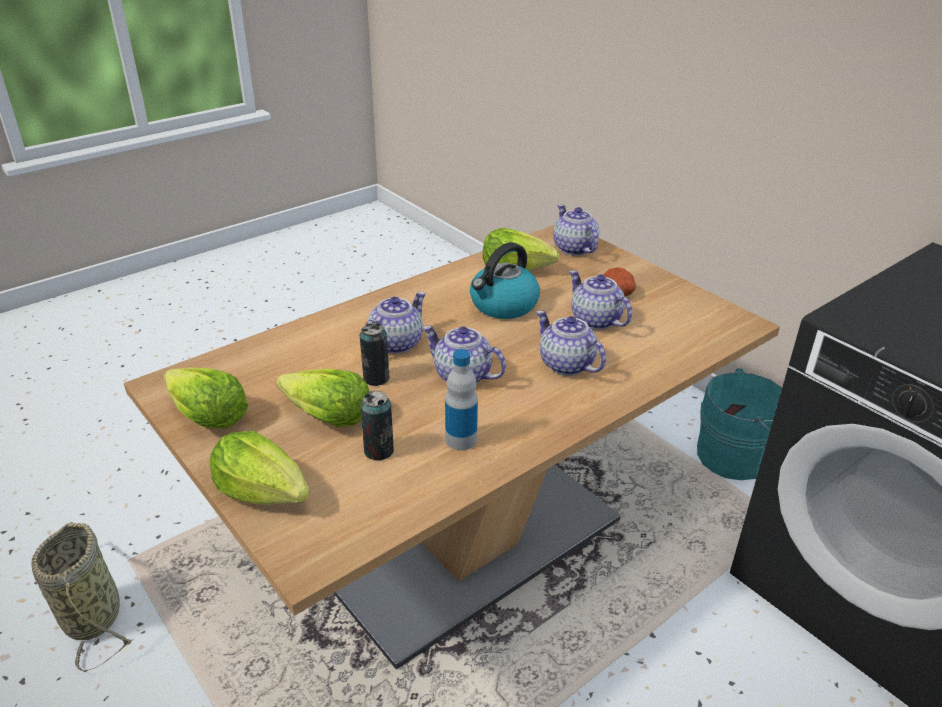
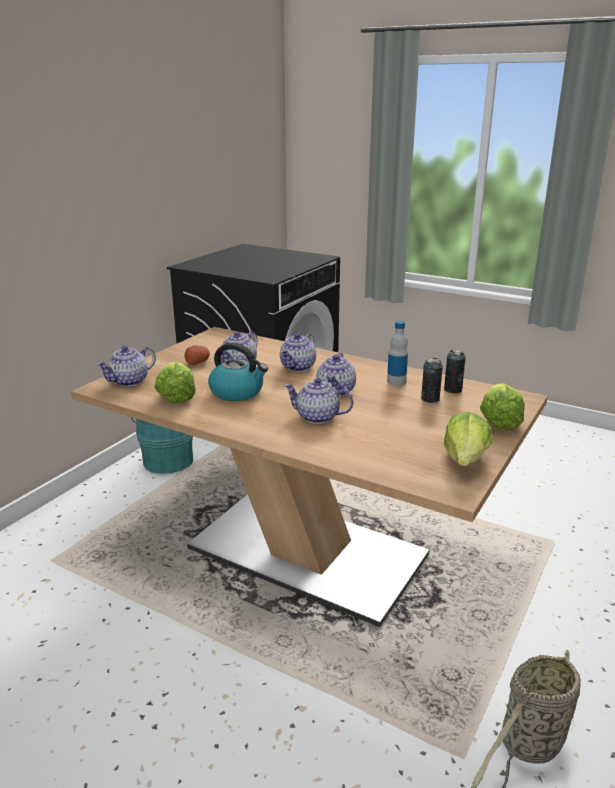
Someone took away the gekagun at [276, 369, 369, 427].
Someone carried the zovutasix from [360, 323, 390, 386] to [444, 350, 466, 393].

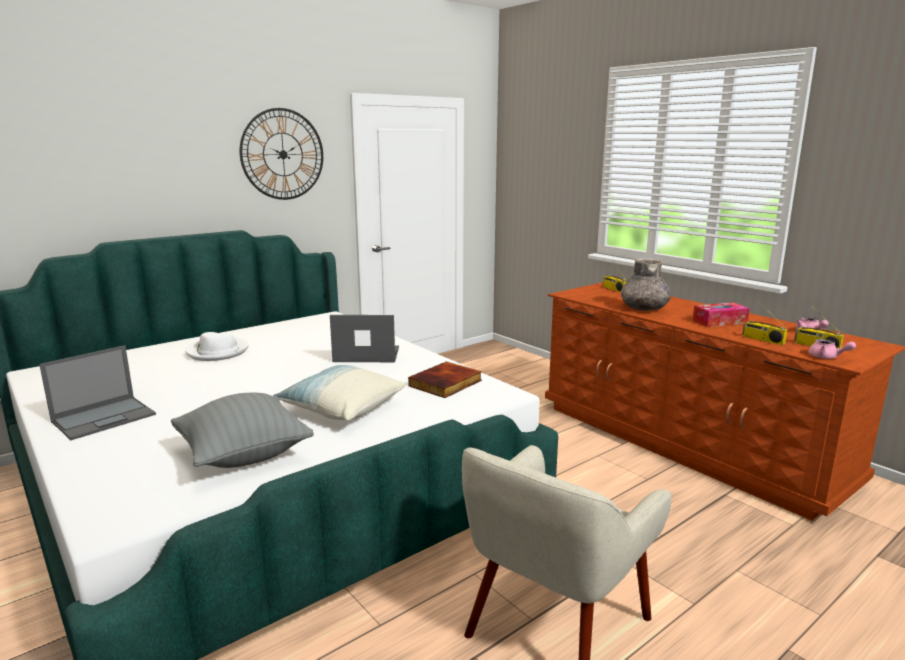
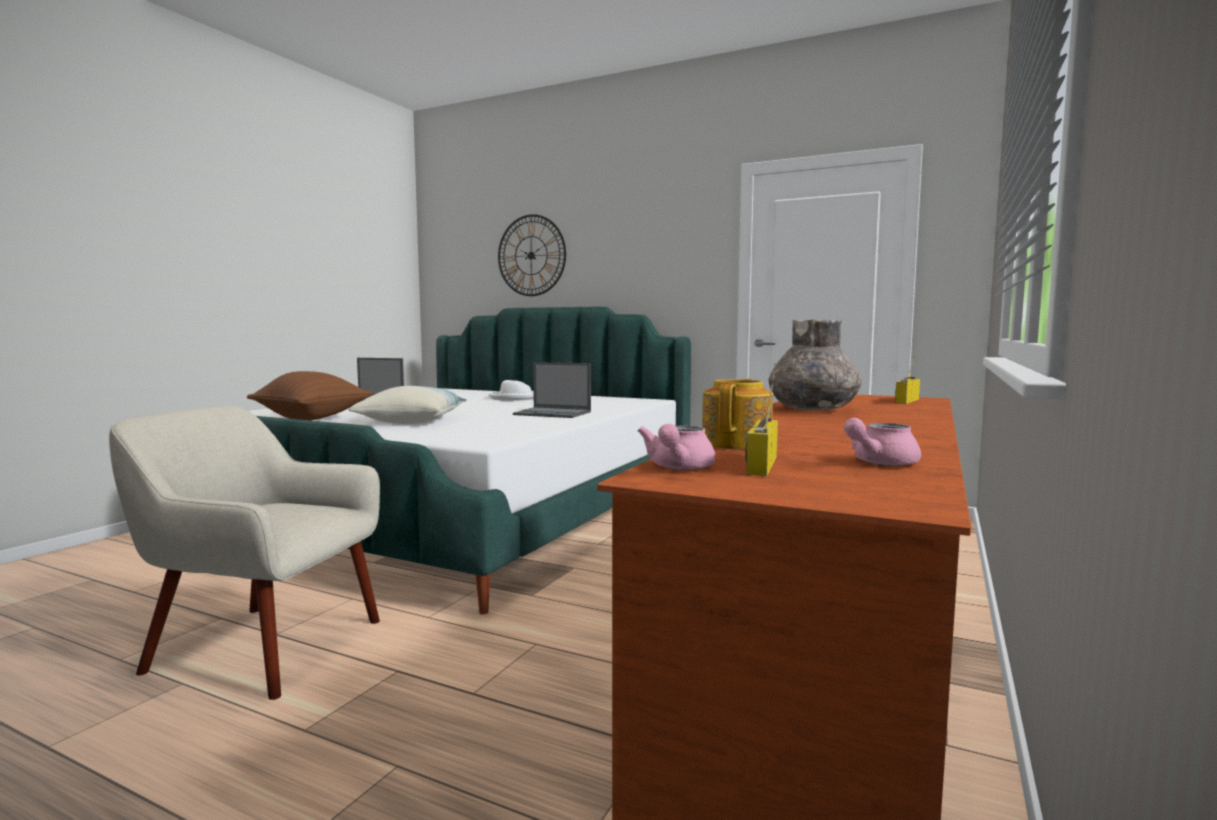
Someone took away the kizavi at [408, 361, 482, 398].
Someone took away the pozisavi at [693, 302, 750, 327].
Someone carried the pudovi from [239, 108, 323, 200] to [498, 214, 566, 296].
Someone swapped the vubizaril at [742, 300, 788, 345] for the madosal at [702, 379, 773, 450].
Someone repainted the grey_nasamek at [171, 393, 314, 468], which became the brown_nasamek at [247, 371, 372, 420].
Someone rotated the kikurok at [330, 315, 399, 362] by 135 degrees clockwise.

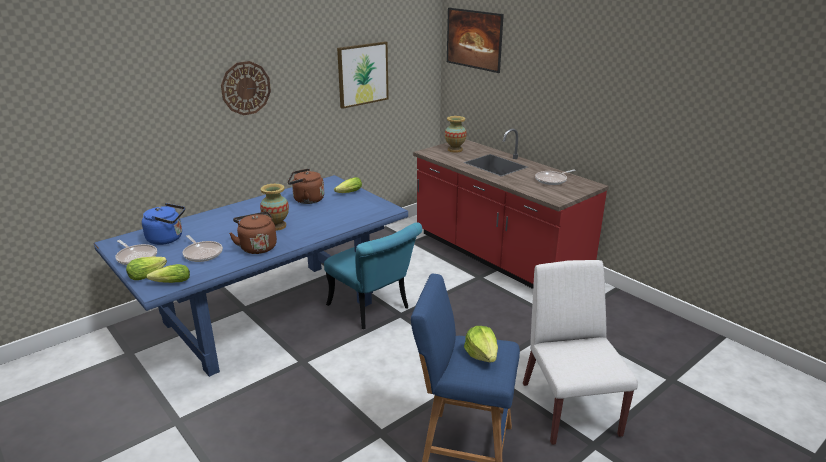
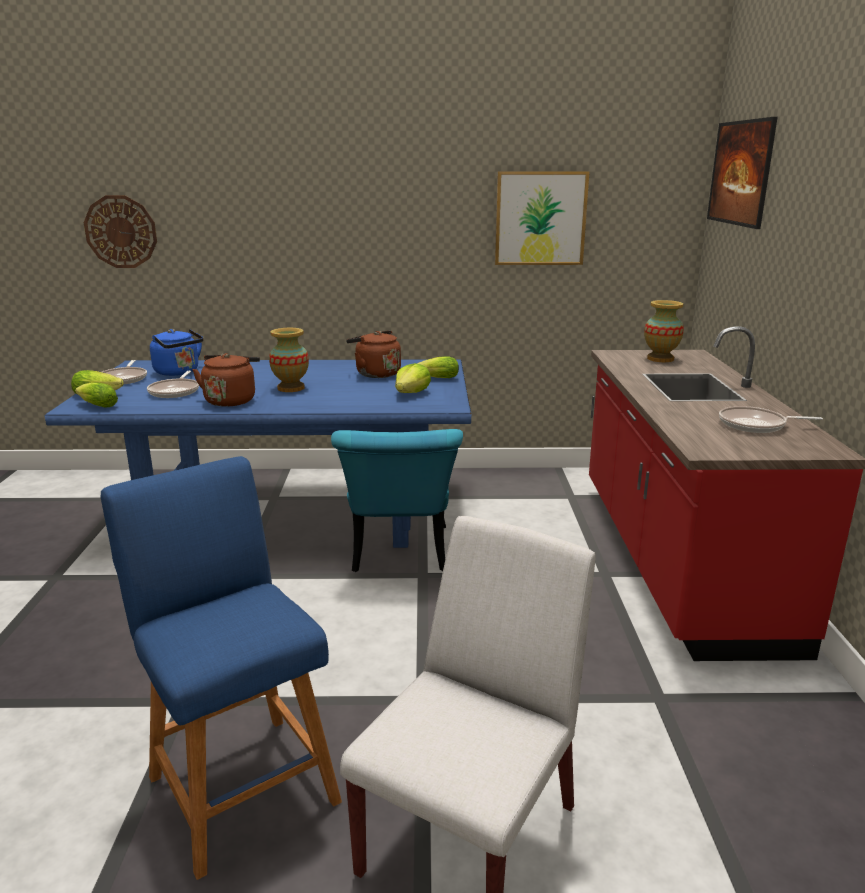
Someone carried the pudovi from [221, 61, 271, 116] to [84, 195, 157, 268].
Someone carried the gekagun from [464, 326, 498, 363] to [395, 363, 431, 393].

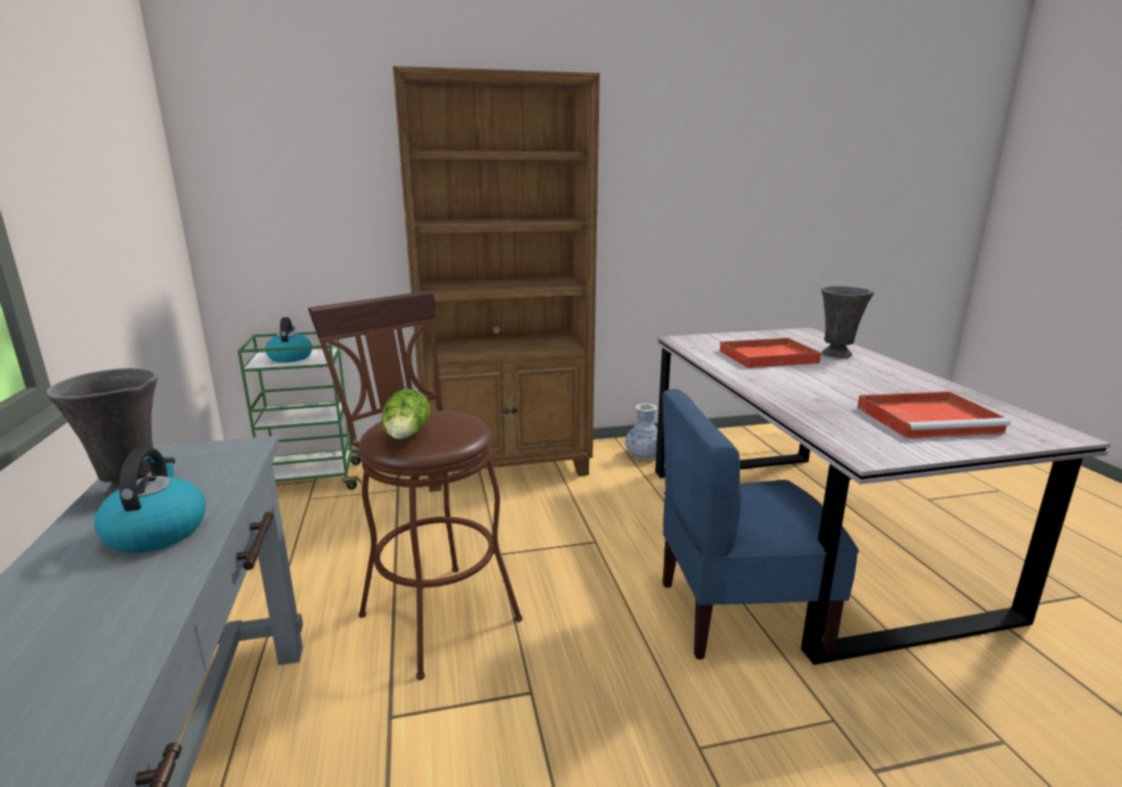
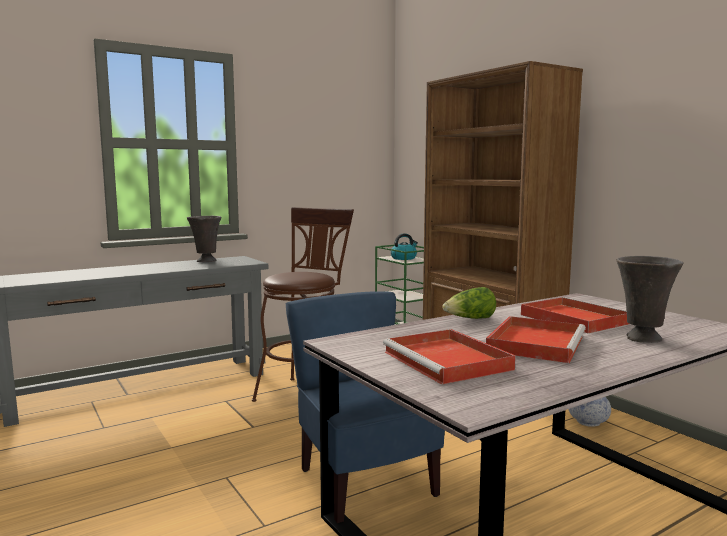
Someone took away the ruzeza at [94, 447, 206, 553].
Someone put down the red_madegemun at [486, 316, 586, 363].
Someone carried the gekagun from [381, 389, 430, 439] to [442, 287, 496, 319].

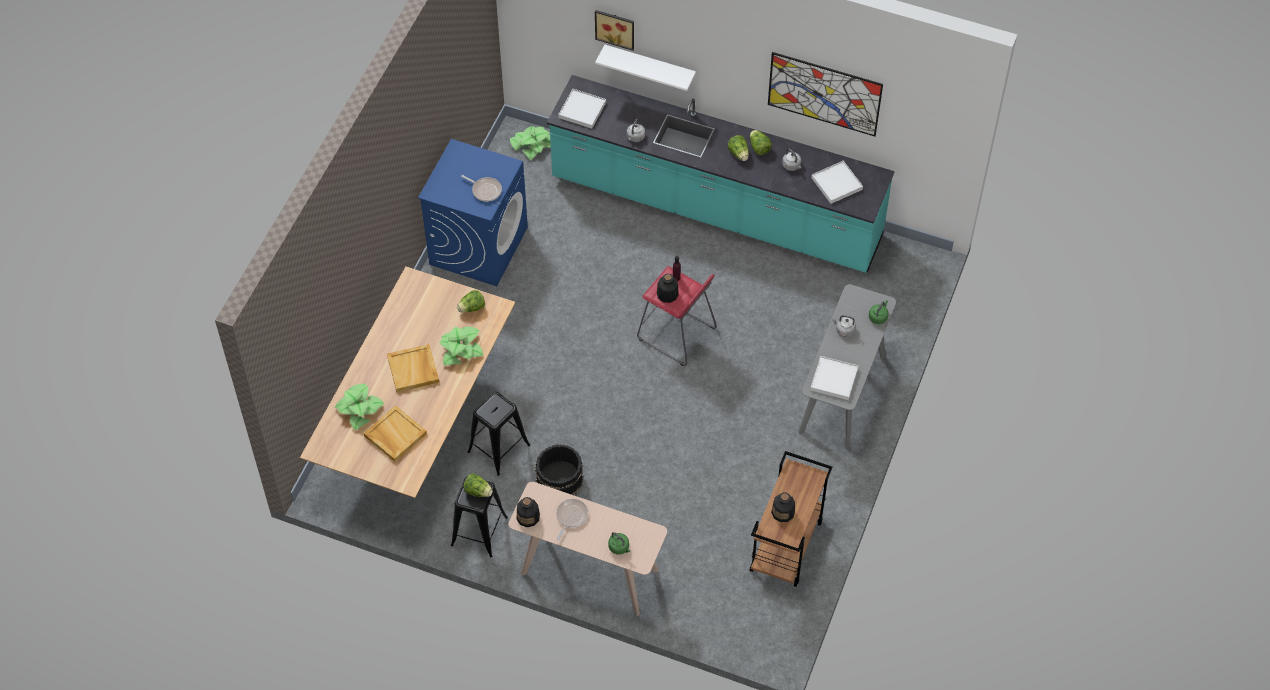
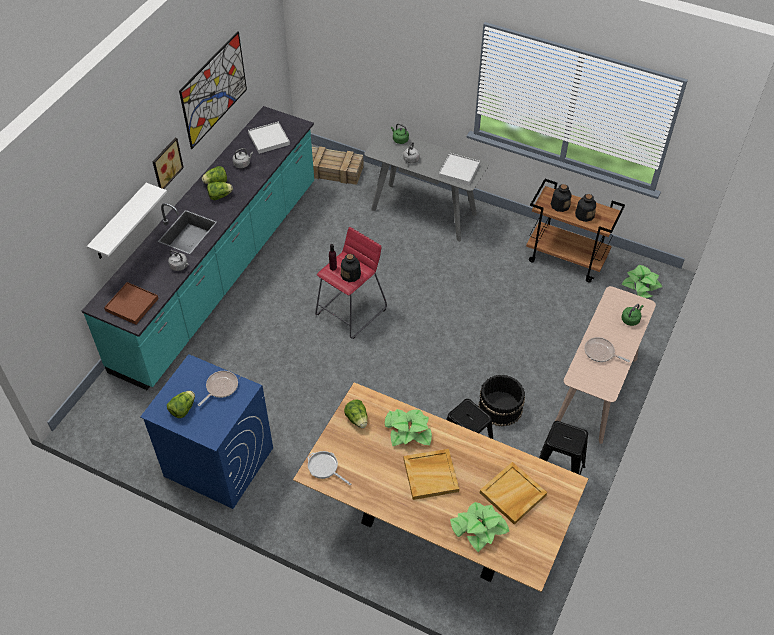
Someone put down the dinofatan at [308, 451, 351, 485].
Someone put down the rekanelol at [312, 146, 364, 185].
Someone carried the gekagun from [463, 473, 493, 497] to [167, 391, 195, 418].
Someone carried the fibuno from [510, 126, 551, 160] to [621, 265, 662, 298].
Someone carried the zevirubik from [517, 497, 540, 527] to [551, 184, 572, 212].
Someone carried the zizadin from [595, 10, 634, 51] to [153, 138, 184, 189].
Someone repainted the white_madegemun at [558, 89, 606, 129], which became the brown_madegemun at [104, 282, 159, 325].

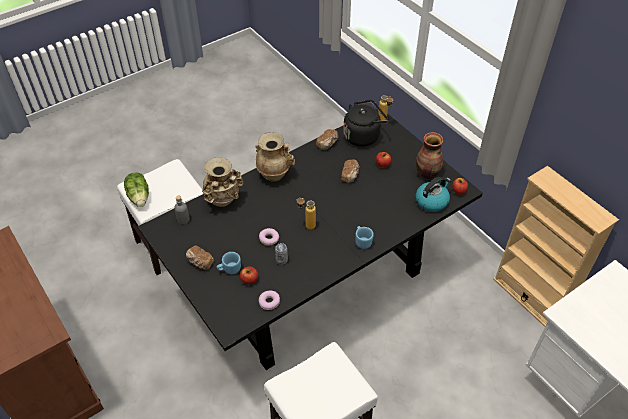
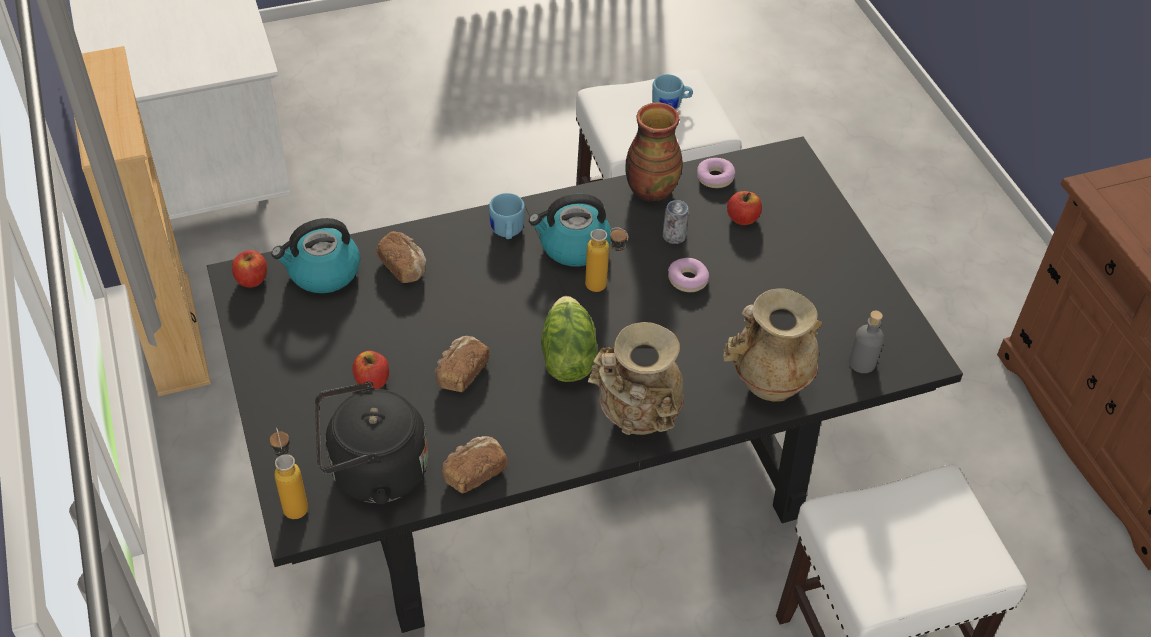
Someone put down the ruzeza at [529, 194, 611, 267].
Someone carried the gekagun from [124, 172, 149, 207] to [541, 296, 598, 382].
Someone carried the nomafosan from [186, 245, 214, 270] to [376, 231, 426, 283].
Someone carried the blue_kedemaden from [217, 252, 241, 274] to [652, 74, 693, 110].
Someone carried the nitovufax from [416, 132, 444, 179] to [625, 103, 683, 202].

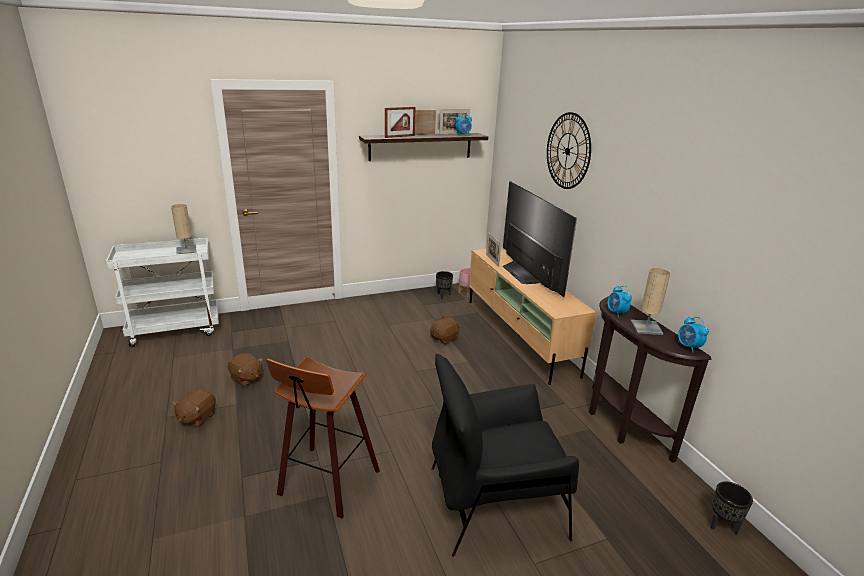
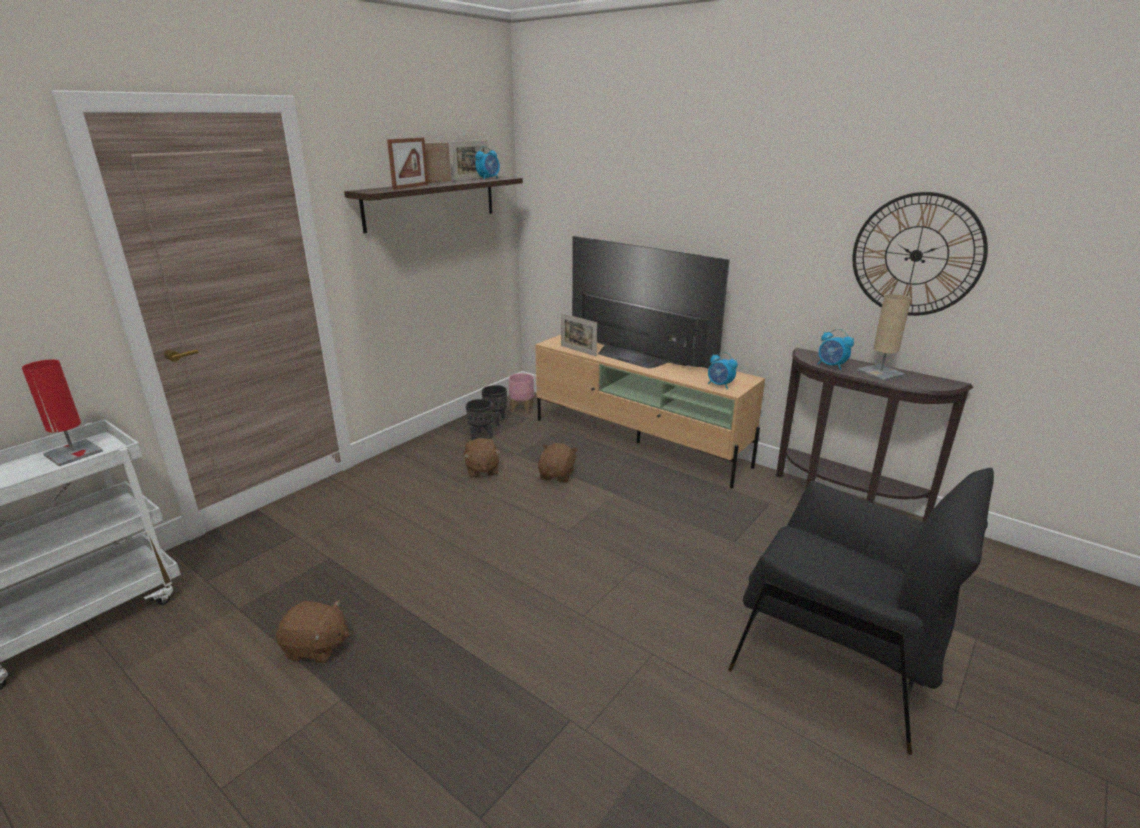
Someone took away the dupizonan at [266, 357, 380, 518].
Someone carried the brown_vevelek from [172, 389, 216, 427] to [464, 438, 501, 478].
Someone carried the pudovi from [547, 112, 591, 189] to [853, 192, 988, 316].
Someone carried the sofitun from [678, 317, 709, 353] to [708, 352, 738, 389].
Someone carried the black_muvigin from [710, 482, 753, 535] to [466, 399, 493, 440].
Someone repainted the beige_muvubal at [171, 204, 197, 254], which became the red_muvubal at [22, 359, 103, 467].
Someone rotated the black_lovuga at [432, 354, 579, 557] by 105 degrees counterclockwise.

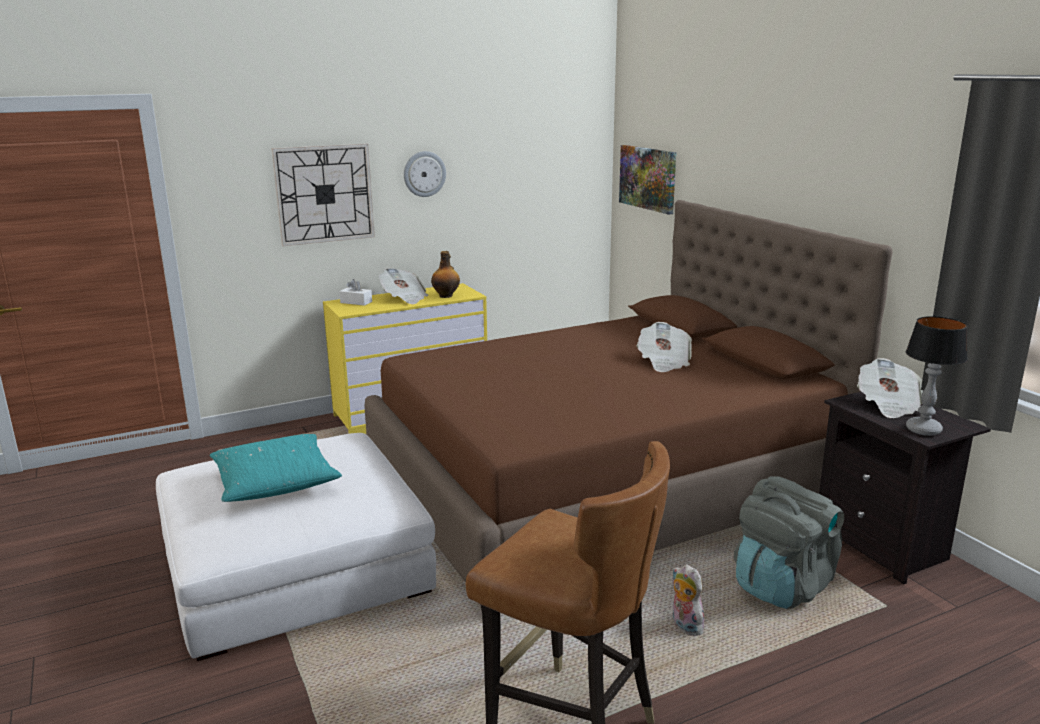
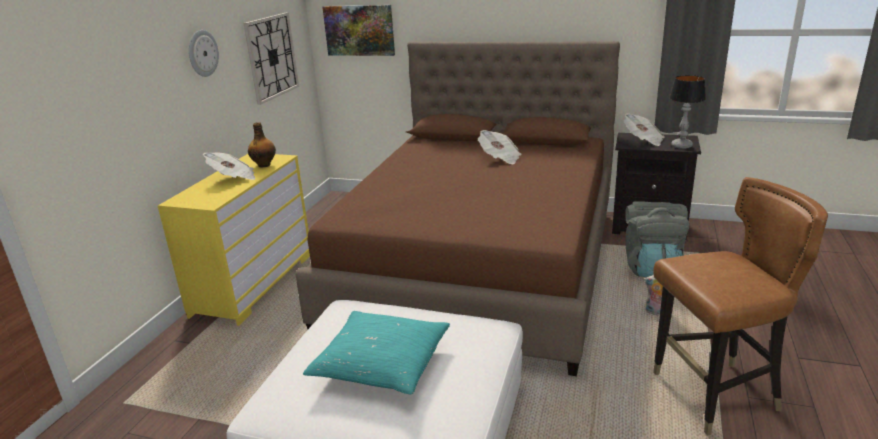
Someone took away the white_pozisavi at [339, 279, 372, 306].
Someone carried the pudovi from [271, 143, 375, 246] to [243, 12, 299, 105].

